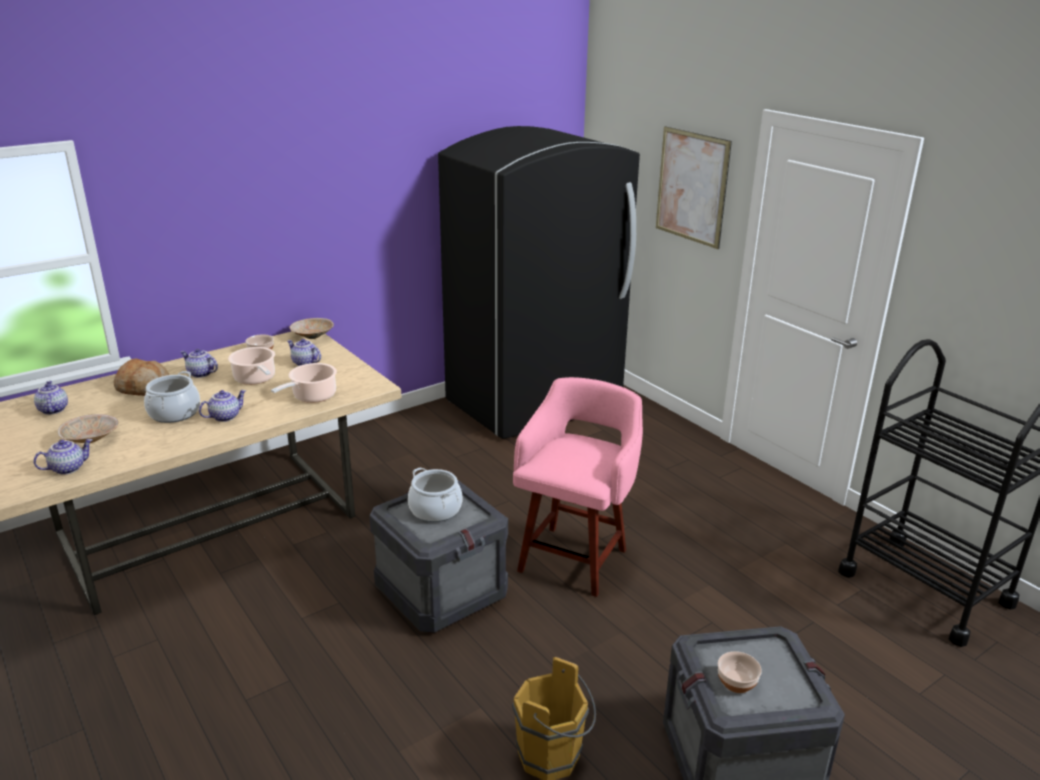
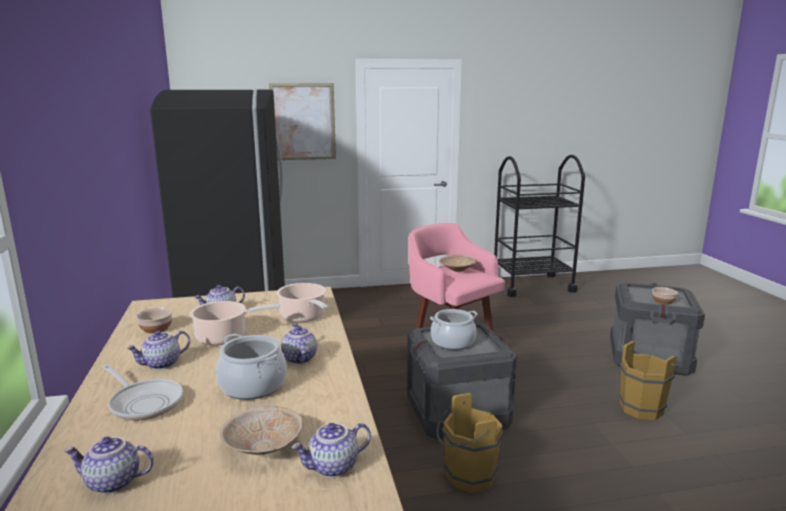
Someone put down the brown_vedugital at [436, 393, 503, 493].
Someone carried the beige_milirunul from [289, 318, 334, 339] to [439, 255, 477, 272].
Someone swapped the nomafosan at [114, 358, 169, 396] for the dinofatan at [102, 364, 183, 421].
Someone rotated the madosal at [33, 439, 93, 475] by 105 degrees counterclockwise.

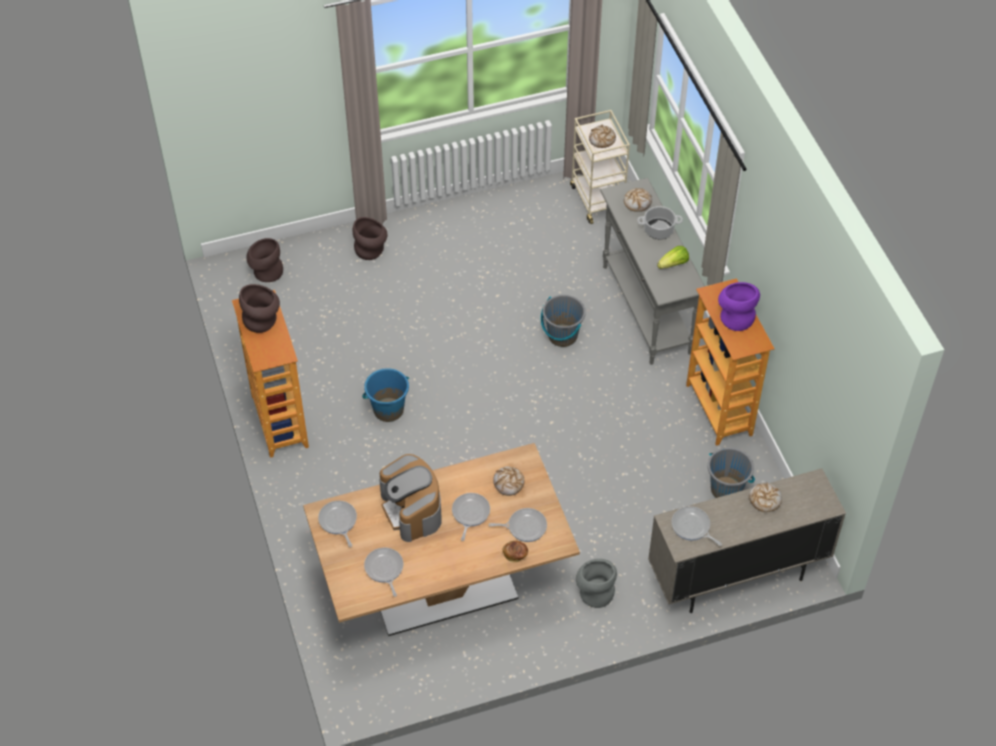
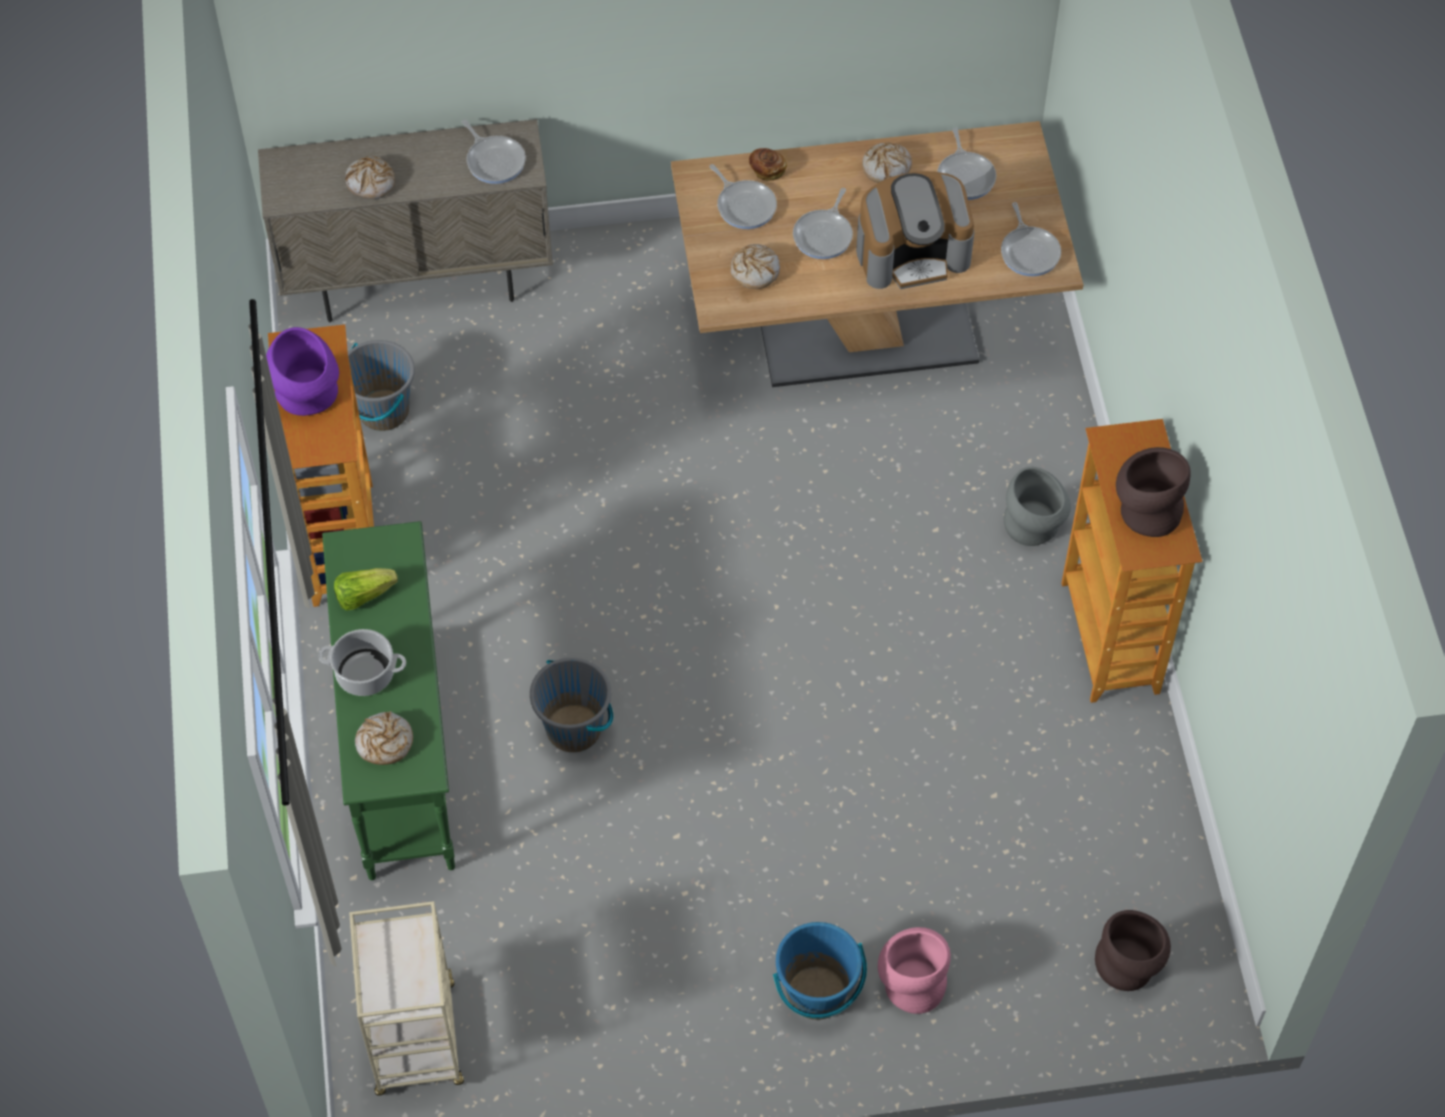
Someone carried the blue_vedugital from [362, 368, 409, 422] to [773, 922, 867, 1020].
Someone carried the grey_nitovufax from [576, 559, 617, 608] to [1004, 467, 1071, 546].
Someone carried the nomafosan from [589, 125, 616, 148] to [862, 142, 912, 183].
Someone repainted the brown_nitovufax at [353, 217, 387, 260], which became the pink_nitovufax at [878, 927, 951, 1014].
Someone repainted the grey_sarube at [600, 178, 705, 365], which became the green_sarube at [322, 521, 455, 880].
Someone rotated the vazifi at [379, 454, 441, 542] by 90 degrees clockwise.
Someone rotated the dinofatan at [489, 508, 547, 542] by 135 degrees counterclockwise.

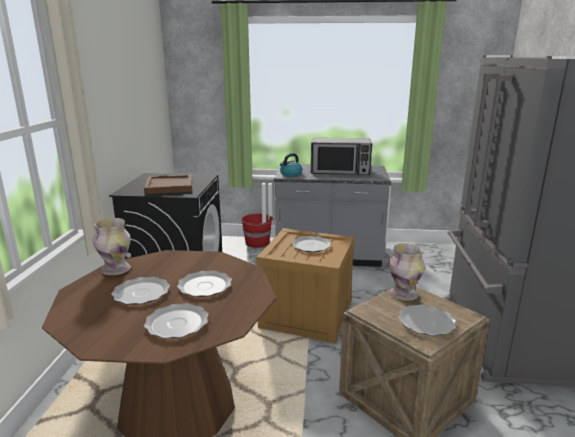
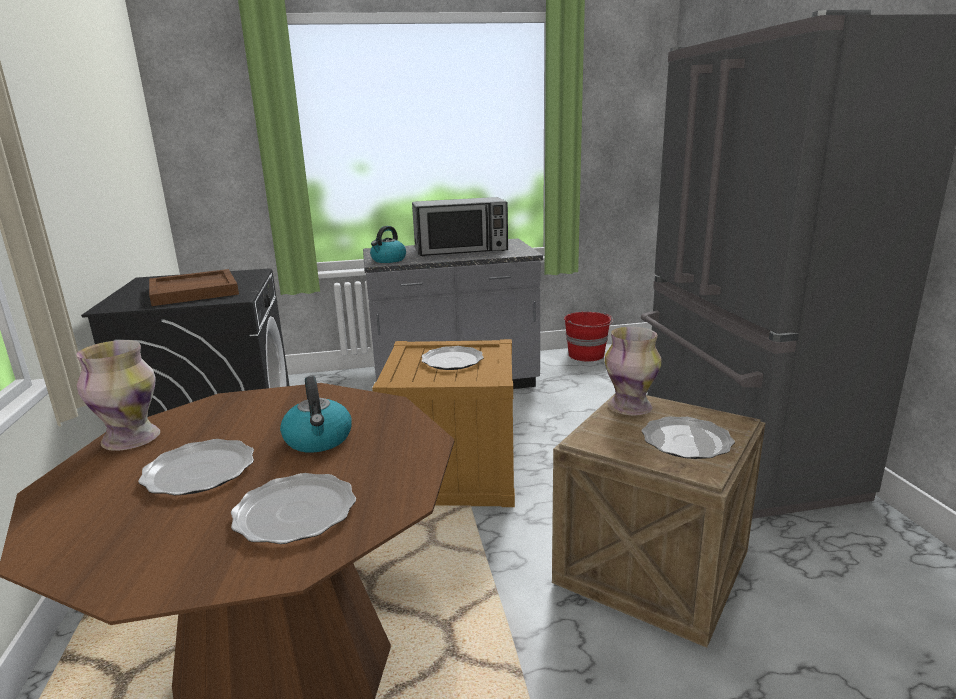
Someone carried the red_vedugital from [241, 213, 273, 248] to [564, 312, 613, 361].
Someone swapped the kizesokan at [177, 271, 232, 297] for the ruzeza at [280, 376, 352, 453].

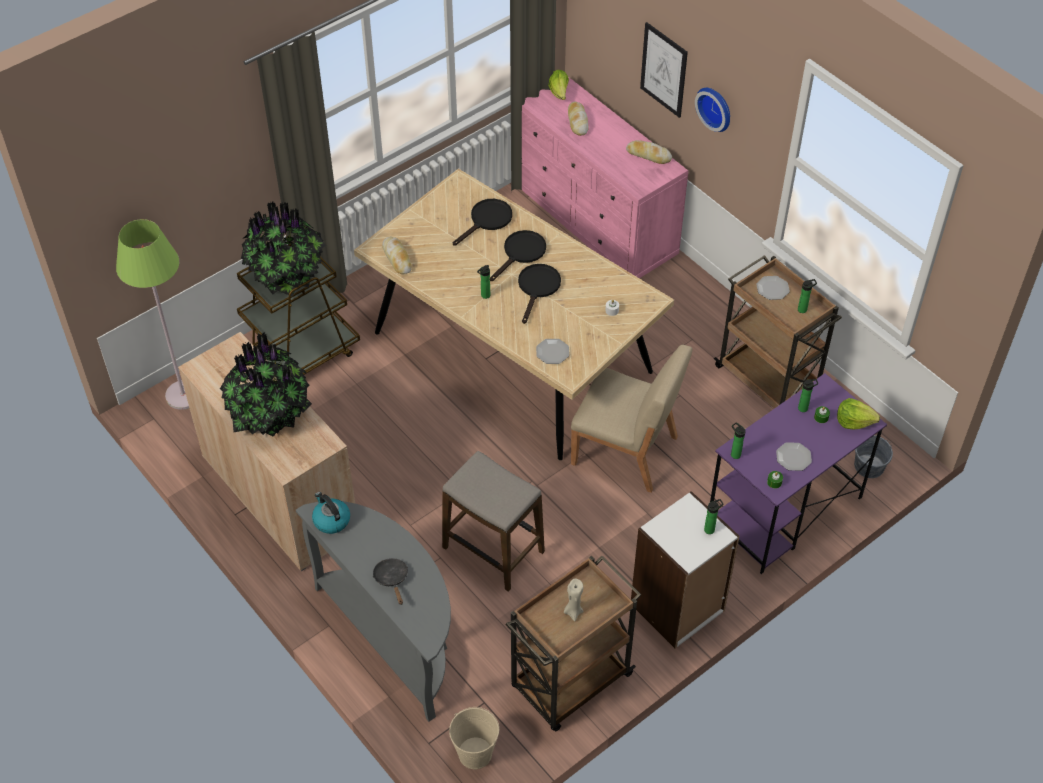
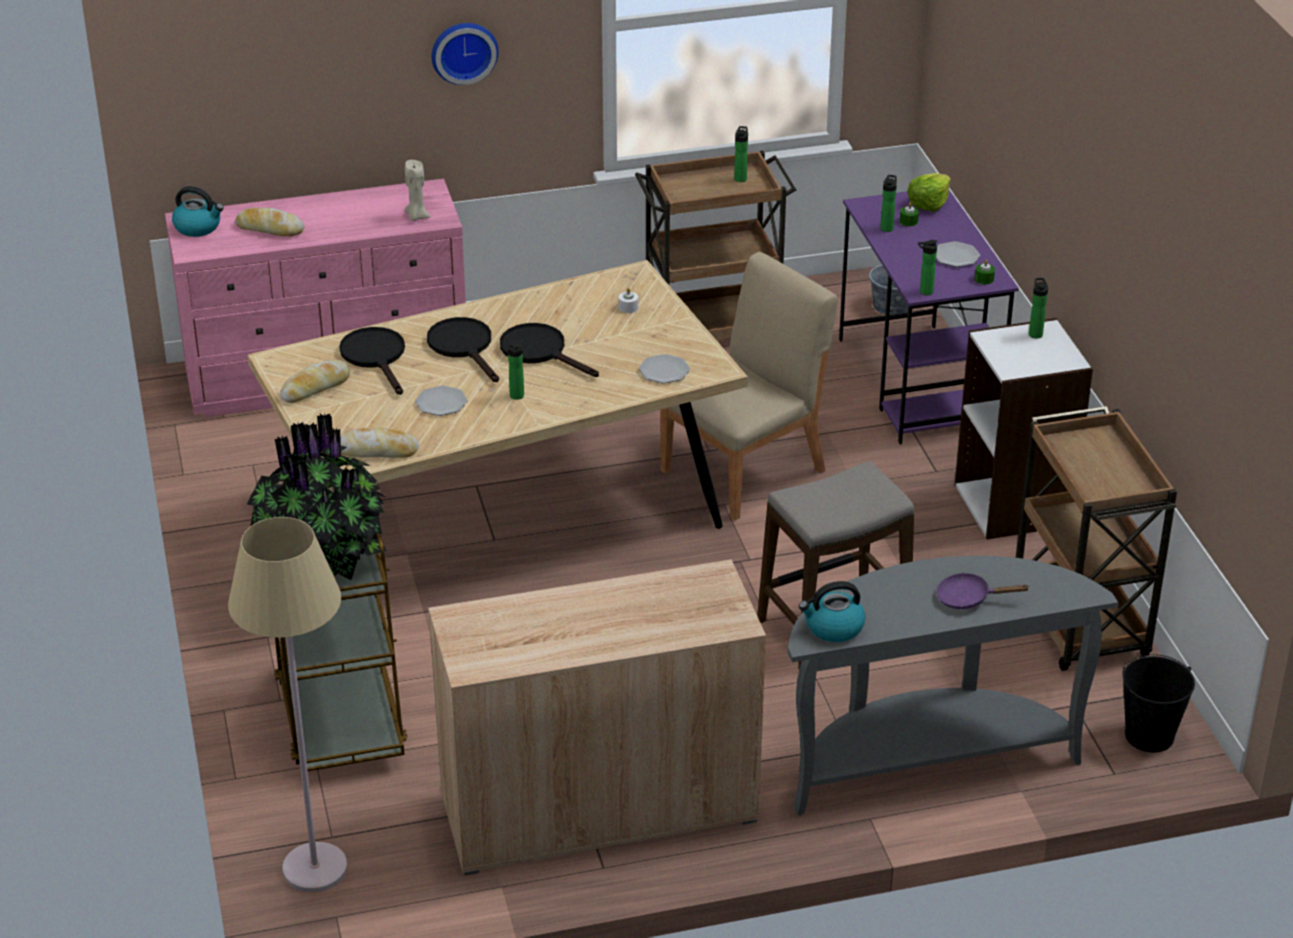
Someone took away the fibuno at [220, 332, 312, 437].
Someone took away the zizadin at [640, 22, 688, 118].
Someone carried the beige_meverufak from [564, 579, 583, 621] to [405, 160, 430, 221].
Someone carried the nomafosan from [626, 140, 672, 164] to [280, 359, 350, 403].
Someone carried the kizesokan from [756, 276, 790, 300] to [415, 385, 467, 416].
Someone swapped the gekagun at [548, 70, 569, 100] for the ruzeza at [172, 186, 224, 237].
Someone repainted the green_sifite at [116, 219, 189, 410], which became the beige_sifite at [228, 517, 347, 893].
Someone repainted the black_dinofatan at [373, 558, 408, 605], which became the purple_dinofatan at [936, 573, 1030, 609].
Someone repainted the beige_vedugital at [449, 707, 499, 769], which became the black_vedugital at [1123, 654, 1195, 753].

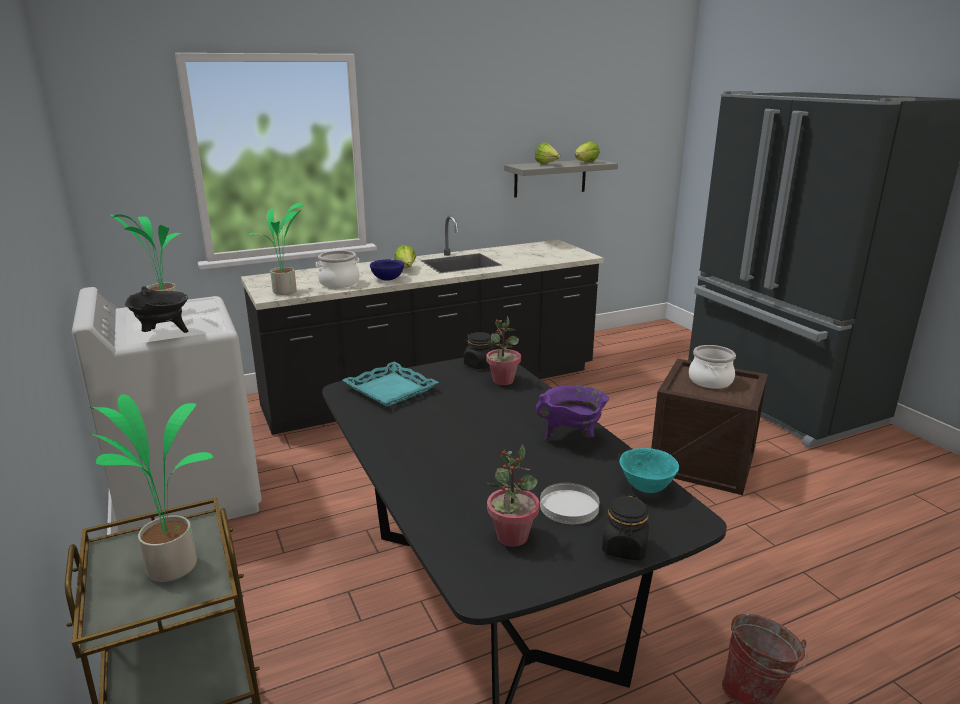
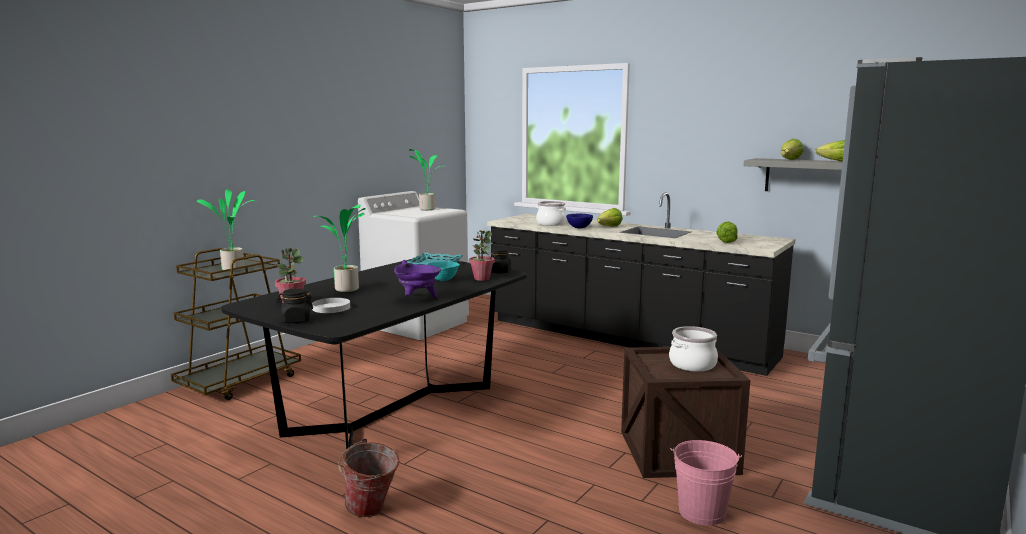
Someone took away the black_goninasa at [125, 286, 189, 333].
Someone put down the pink_vedugital at [670, 440, 742, 526].
Someone put down the gekagun at [716, 221, 738, 243].
Someone carried the fibuno from [249, 203, 303, 295] to [313, 204, 366, 292].
Someone carried the turquoise_milirunul from [620, 448, 679, 493] to [427, 261, 460, 281].

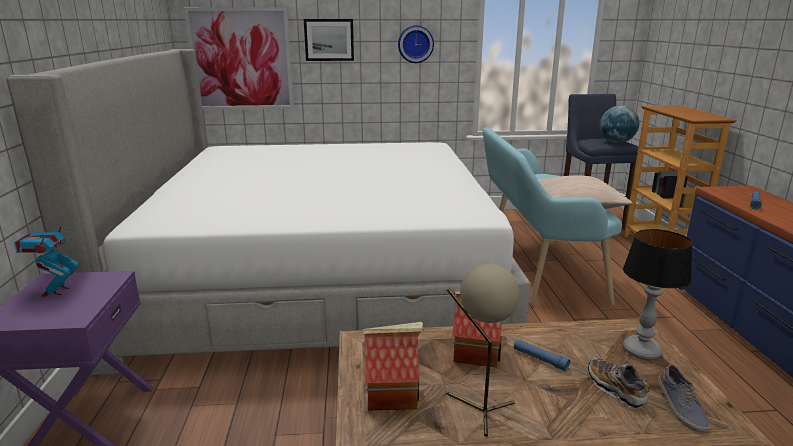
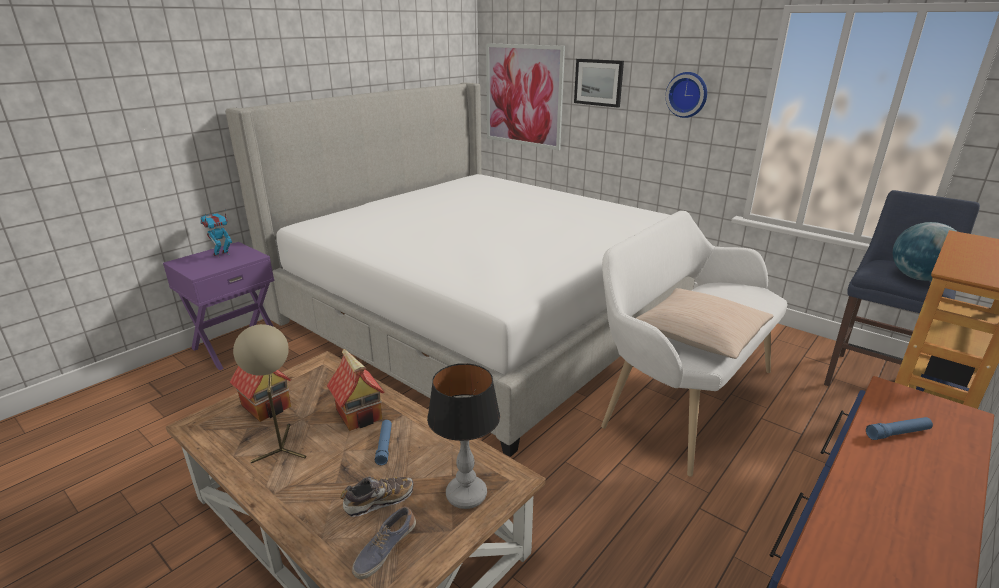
Someone repainted the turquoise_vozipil at [483, 127, 622, 306], which became the white_vozipil at [601, 211, 787, 477].
Someone rotated the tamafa at [588, 358, 649, 409] by 45 degrees clockwise.

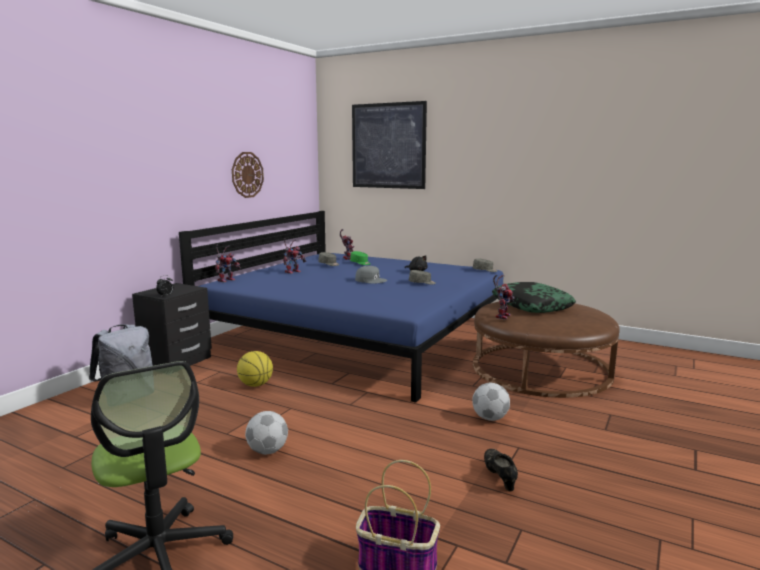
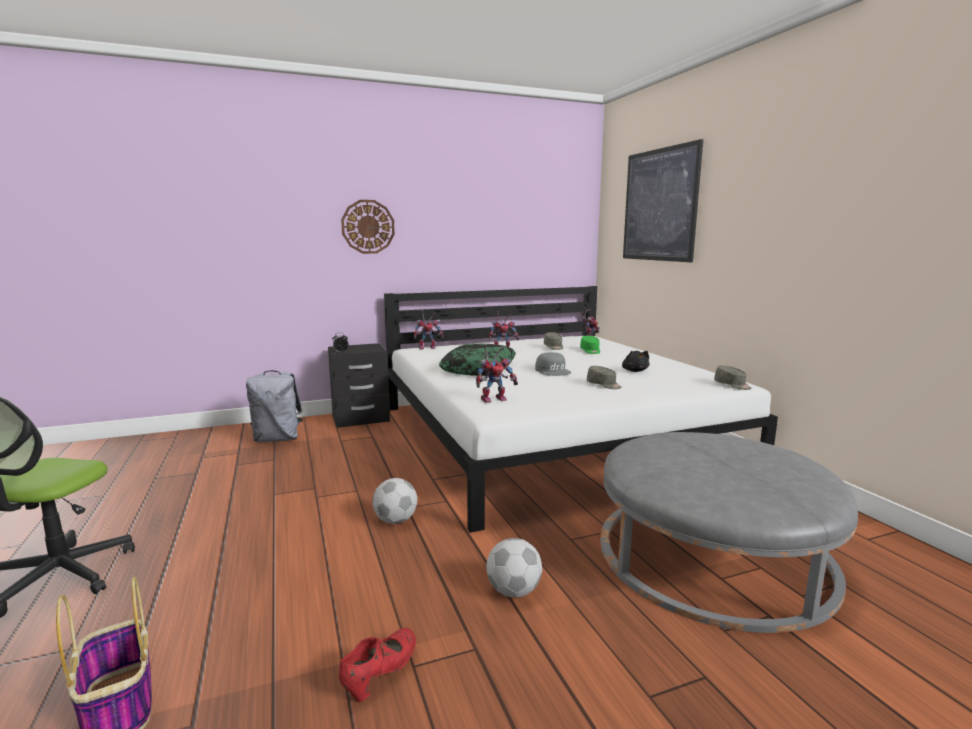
Someone took away the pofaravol at [237, 351, 273, 387].
Someone carried the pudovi from [232, 152, 264, 198] to [341, 200, 395, 254].
Someone carried the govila from [245, 411, 288, 455] to [372, 478, 418, 524].
Someone carried the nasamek from [492, 282, 576, 313] to [439, 343, 516, 376].
Someone carried the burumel from [493, 275, 515, 320] to [476, 344, 518, 403].
Someone repainted the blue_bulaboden at [179, 211, 504, 403], which became the white_bulaboden at [384, 286, 778, 533].
Someone repainted the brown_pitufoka at [473, 302, 620, 398], which became the grey_pitufoka at [600, 432, 858, 633].
Someone repainted the black_tamafa at [484, 449, 518, 491], which became the red_tamafa at [339, 628, 416, 702].

